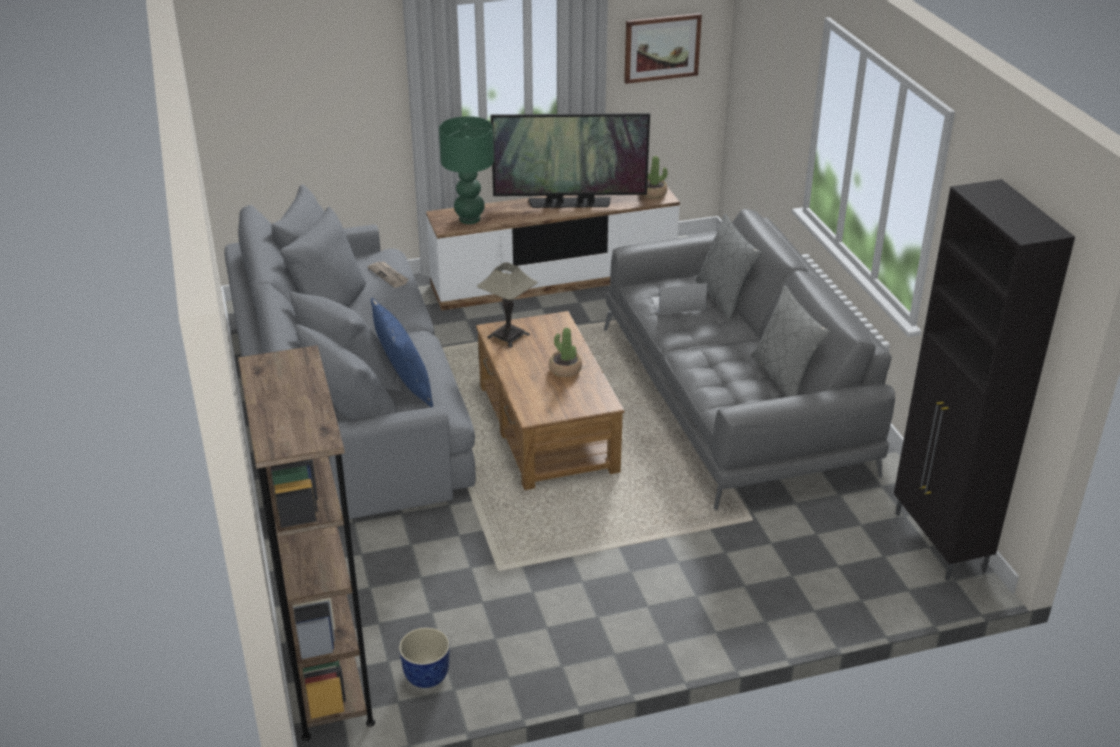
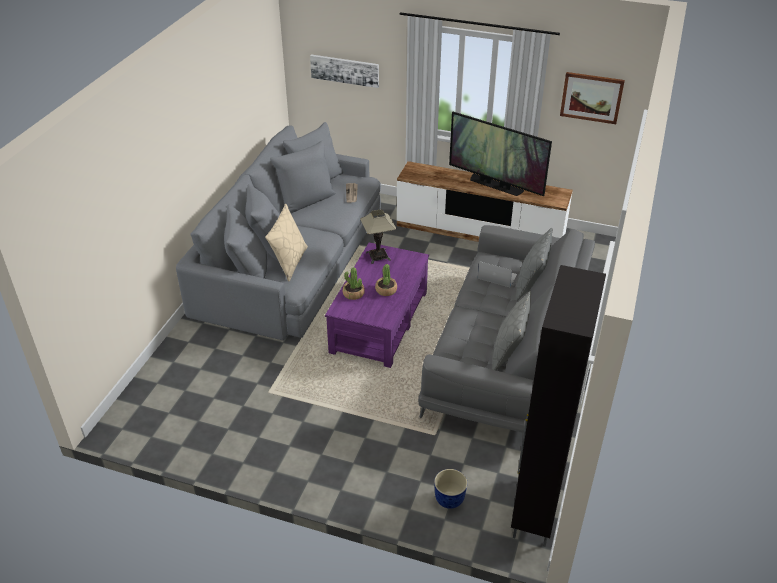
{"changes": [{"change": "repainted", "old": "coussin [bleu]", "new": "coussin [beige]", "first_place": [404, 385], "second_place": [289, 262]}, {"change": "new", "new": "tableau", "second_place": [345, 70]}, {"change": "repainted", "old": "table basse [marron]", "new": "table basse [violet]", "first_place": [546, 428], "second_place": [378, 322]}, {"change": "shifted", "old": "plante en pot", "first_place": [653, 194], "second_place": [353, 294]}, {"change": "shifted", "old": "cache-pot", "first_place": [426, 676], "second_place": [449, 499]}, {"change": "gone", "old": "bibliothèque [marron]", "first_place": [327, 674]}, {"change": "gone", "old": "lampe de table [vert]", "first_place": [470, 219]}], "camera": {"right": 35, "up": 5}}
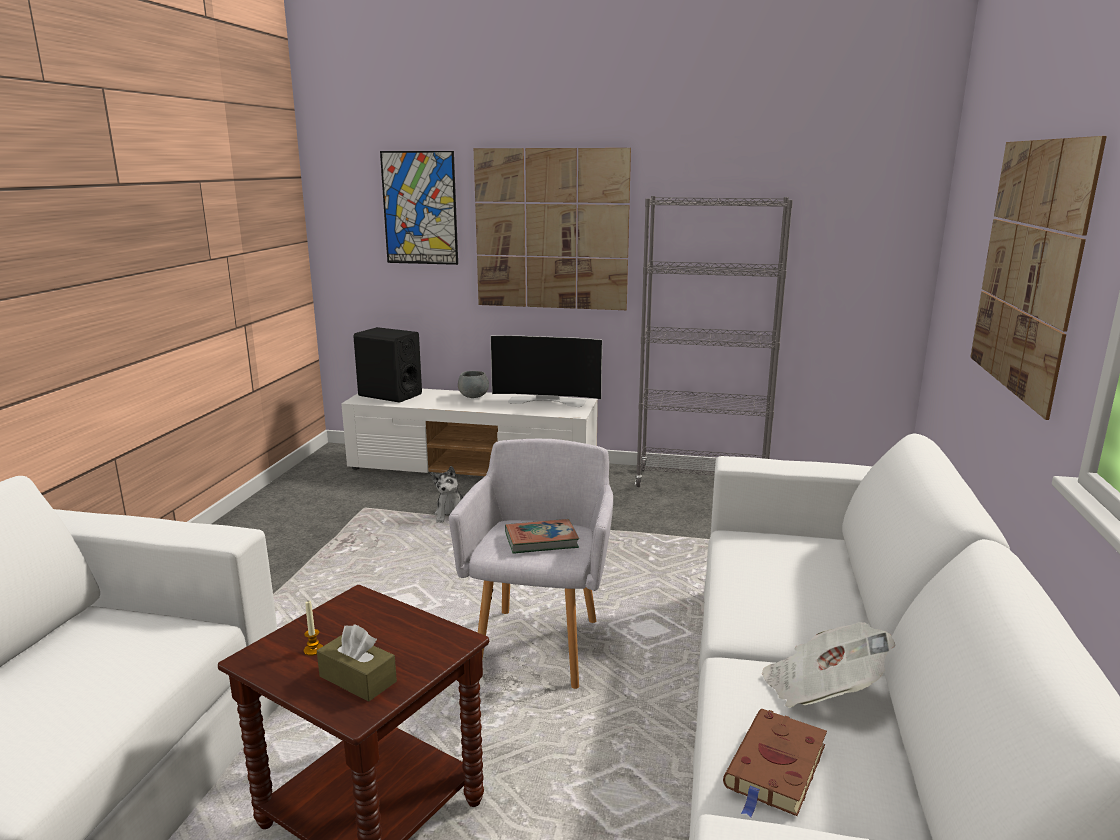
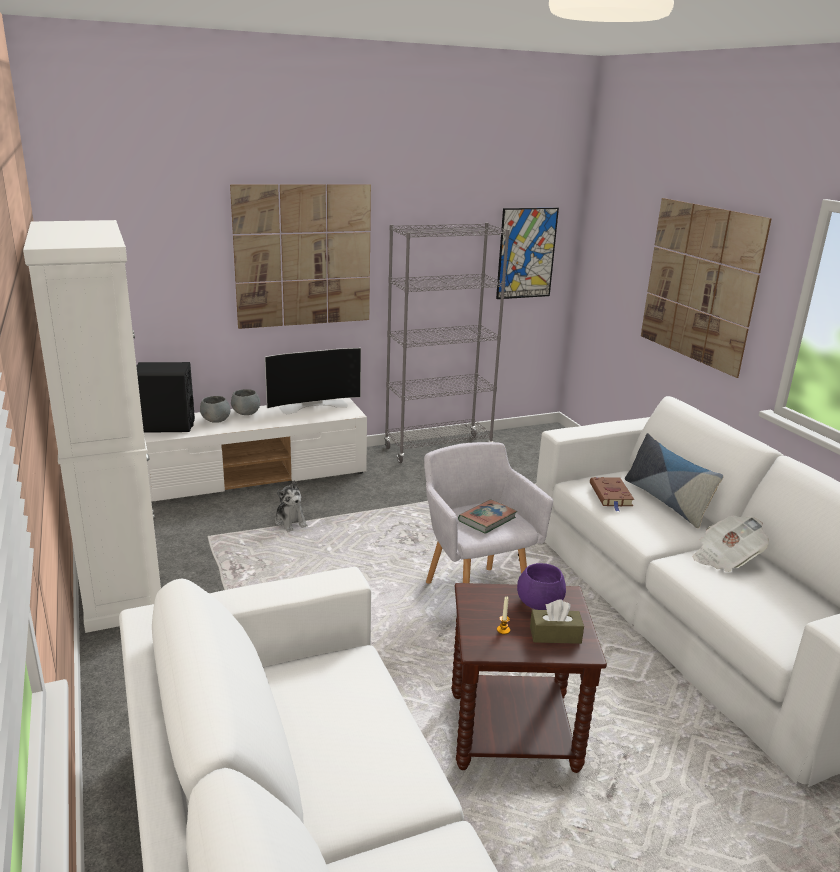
{"changes": [{"change": "new", "new": "meuble de rangement [blanc]", "second_place": [121, 583]}, {"change": "new", "new": "bol [gris]", "second_place": [216, 420]}, {"change": "shifted", "old": "tableau", "first_place": [420, 208], "second_place": [526, 253]}, {"change": "new", "new": "bol [violet]", "second_place": [540, 604]}, {"change": "shifted", "old": "livre [marron]", "first_place": [775, 769], "second_place": [611, 496]}, {"change": "new", "new": "coussin", "second_place": [666, 501]}], "camera": {"right": -35, "up": 5}}
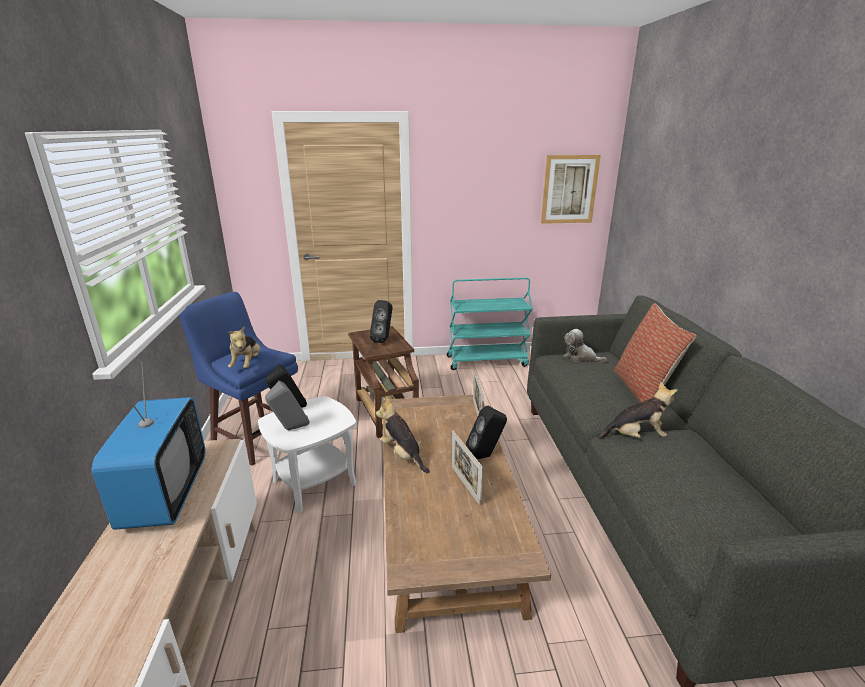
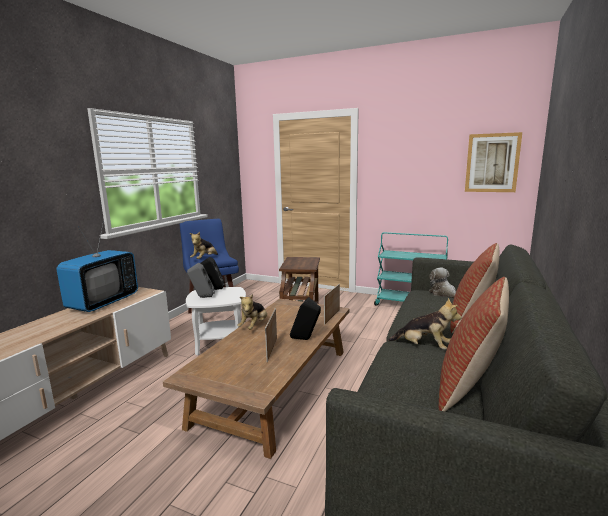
{"changes": [{"change": "rotated", "old": "peluche", "first_place": [403, 455], "second_place": [254, 326], "degrees": -150}, {"change": "new", "new": "coussin", "second_place": [469, 387]}, {"change": "gone", "old": "enceinte [noir]", "first_place": [384, 339]}], "camera": {"right": 30, "up": -10}}
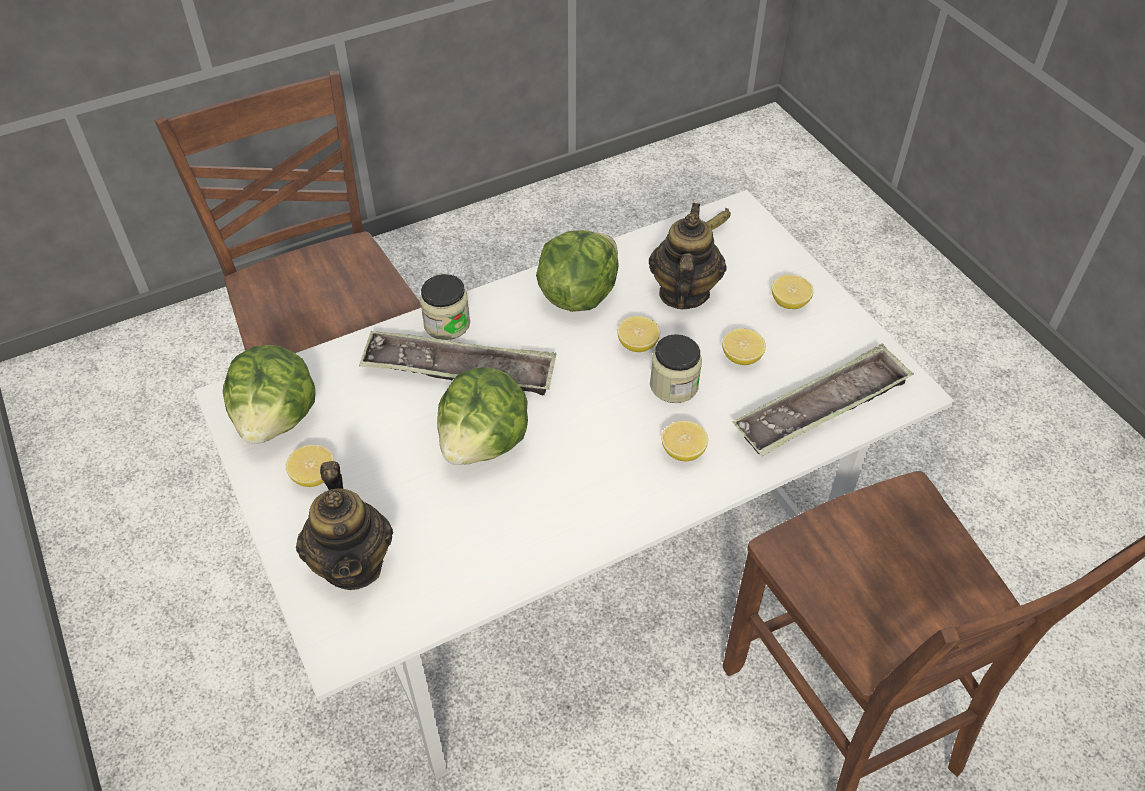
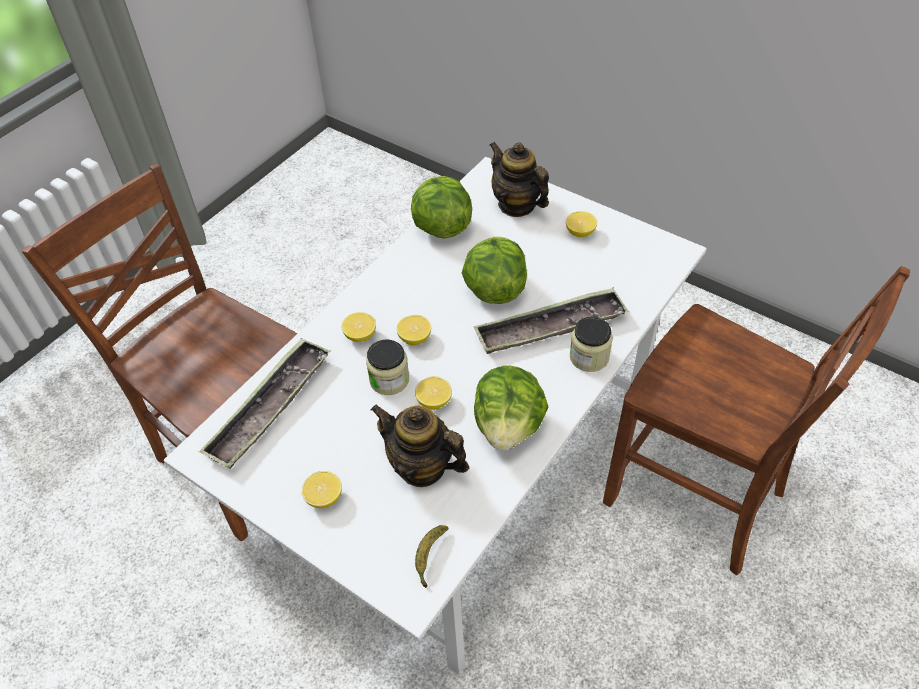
{"changes": [{"change": "rotated", "old": "théière", "first_place": [683, 293], "second_place": [422, 467], "degrees": 135}, {"change": "shifted", "old": "citron", "first_place": [741, 358], "second_place": [415, 338]}, {"change": "shifted", "old": "laitue", "first_place": [277, 419], "second_place": [441, 227]}], "camera": {"right": 155, "up": 0}}
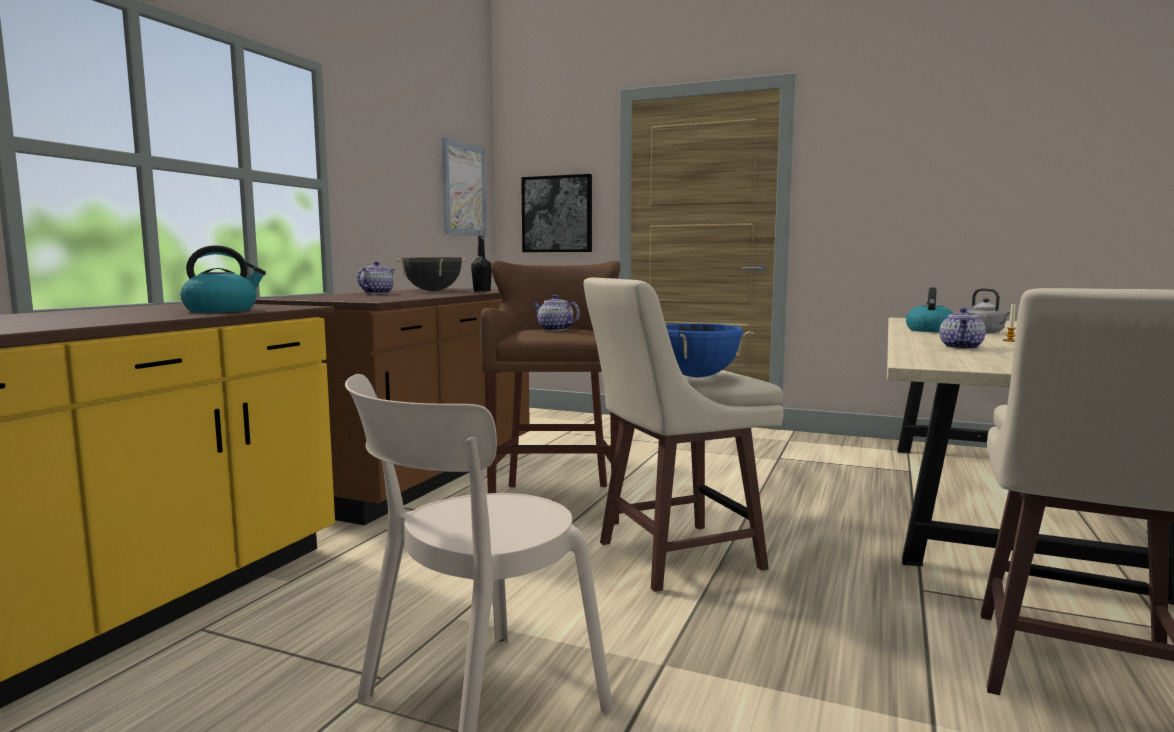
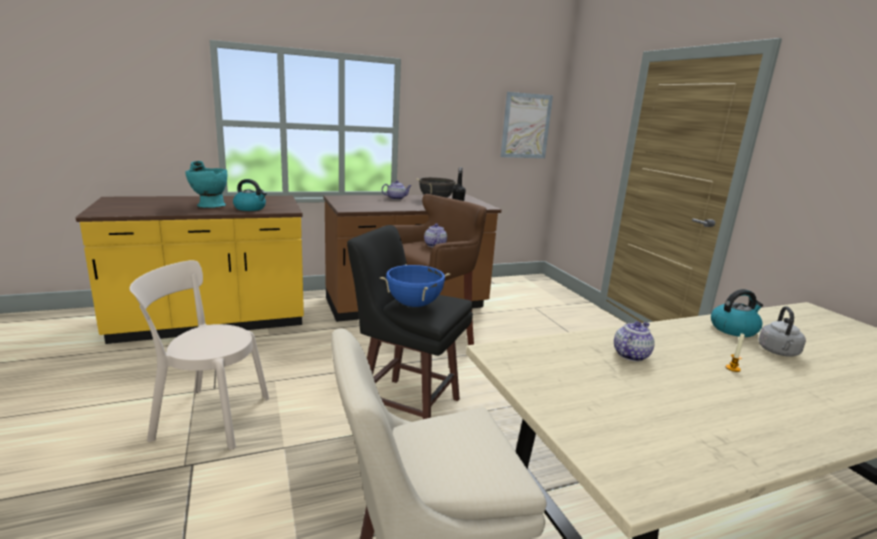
{"changes": [{"change": "new", "new": "vase [turquoise]", "second_place": [208, 206]}, {"change": "repainted", "old": "tabouret [beige]", "new": "tabouret [noir]", "first_place": [674, 556], "second_place": [406, 406]}, {"change": "rotated", "old": "théière", "first_place": [961, 347], "second_place": [630, 355], "degrees": 150}, {"change": "gone", "old": "tableau", "first_place": [557, 214]}], "camera": {"right": 45, "up": 10}}
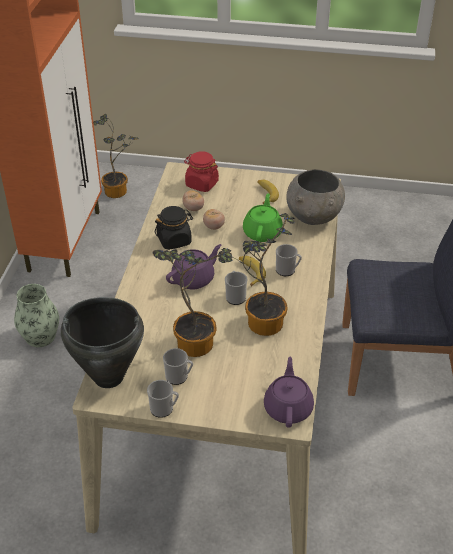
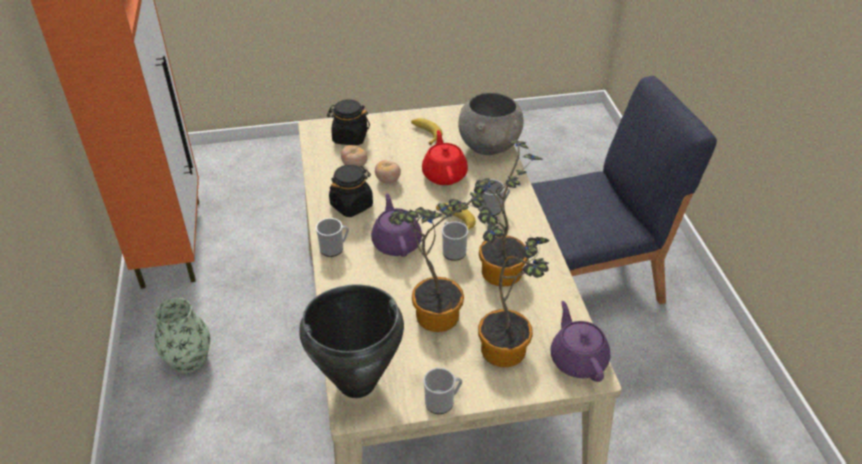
{"changes": [{"change": "shifted", "old": "mug", "first_place": [179, 377], "second_place": [334, 248]}, {"change": "repainted", "old": "bocal [rouge]", "new": "bocal [noir]", "first_place": [201, 184], "second_place": [349, 137]}, {"change": "rotated", "old": "théière [violet]", "first_place": [194, 279], "second_place": [397, 243], "degrees": -45}, {"change": "repainted", "old": "théière [vert]", "new": "théière [rouge]", "first_place": [262, 232], "second_place": [444, 174]}, {"change": "shifted", "old": "plante en pot", "first_place": [119, 191], "second_place": [508, 346]}], "camera": {"right": -20, "up": 0}}
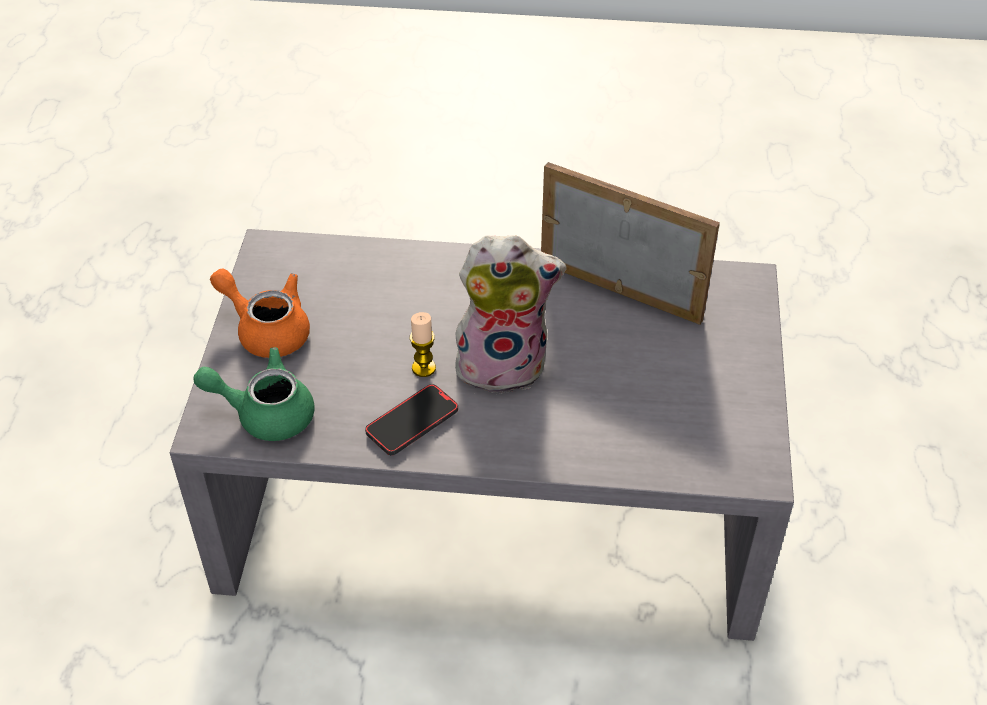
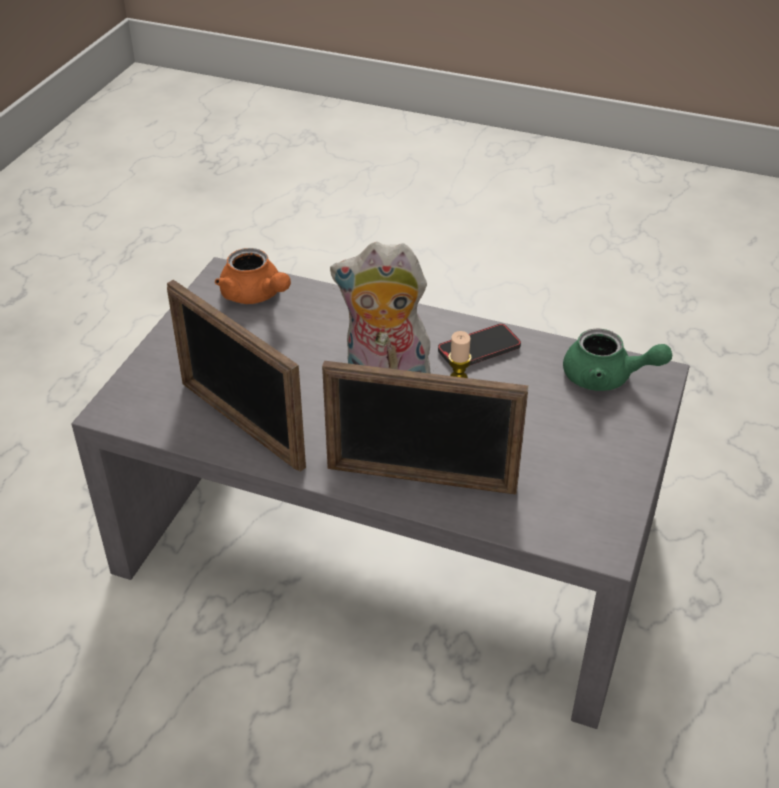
{"changes": [{"change": "shifted", "old": "théière [orange]", "first_place": [267, 330], "second_place": [255, 295]}, {"change": "new", "new": "cadre photo", "second_place": [421, 479]}], "camera": {"right": -165, "up": -5}}
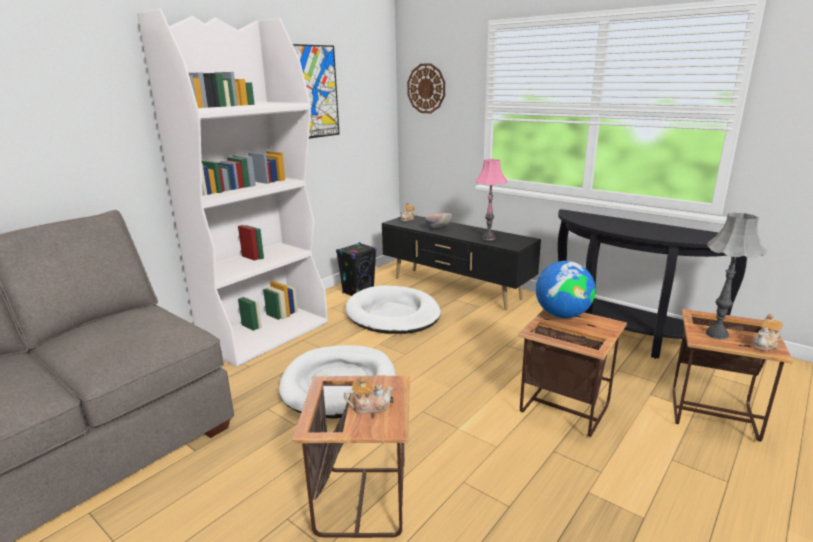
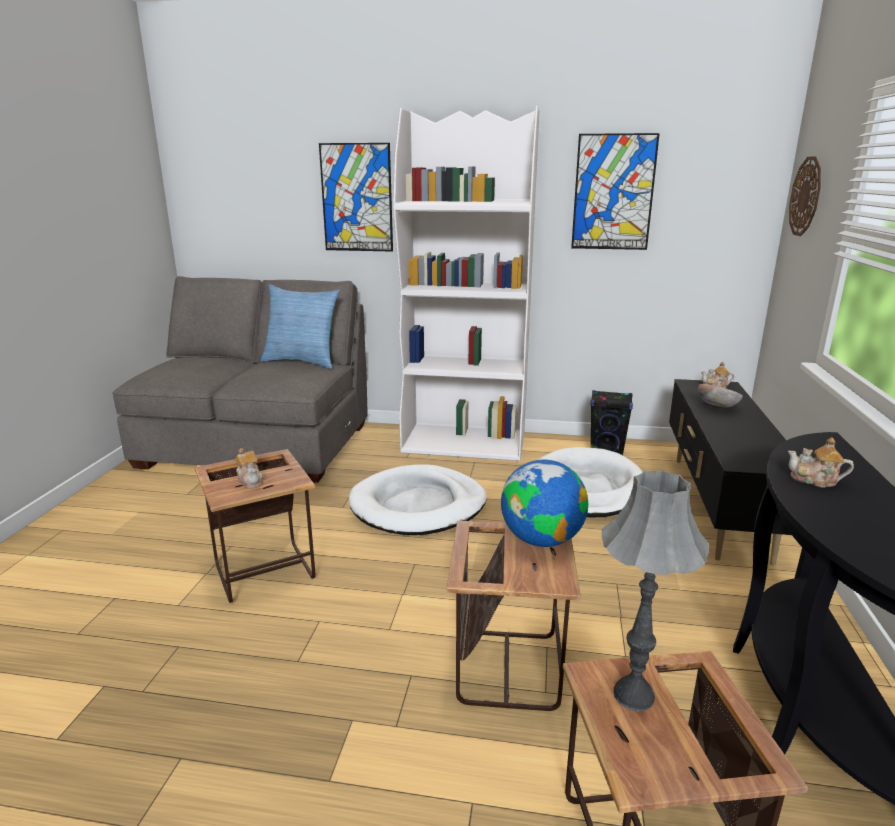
{"changes": [{"change": "new", "new": "coussin", "second_place": [302, 361]}, {"change": "new", "new": "tableau", "second_place": [357, 198]}, {"change": "shifted", "old": "théière", "first_place": [765, 345], "second_place": [815, 480]}, {"change": "gone", "old": "lampe de table [rose]", "first_place": [489, 238]}], "camera": {"right": 60, "up": 0}}
